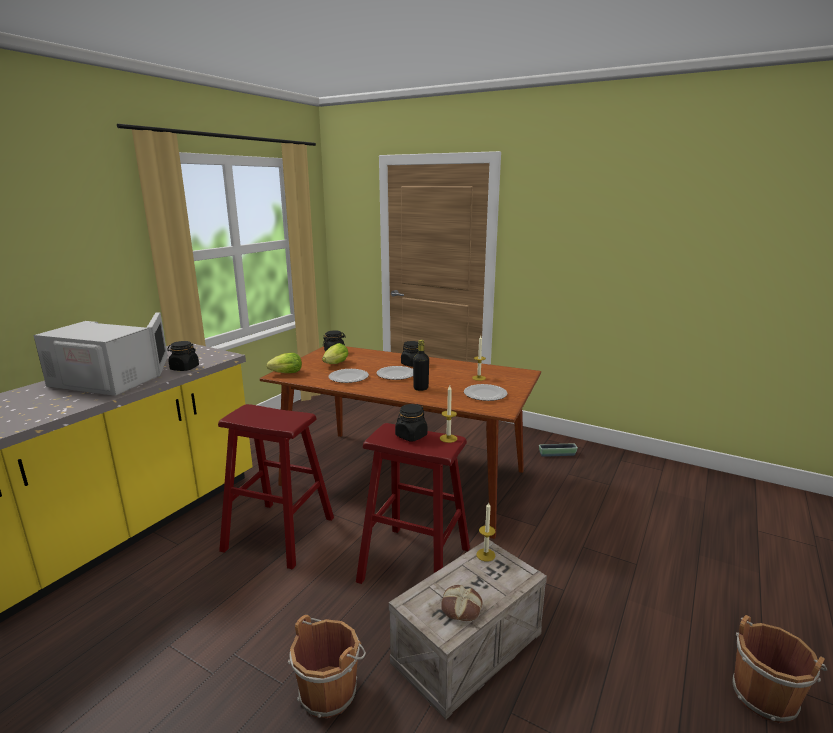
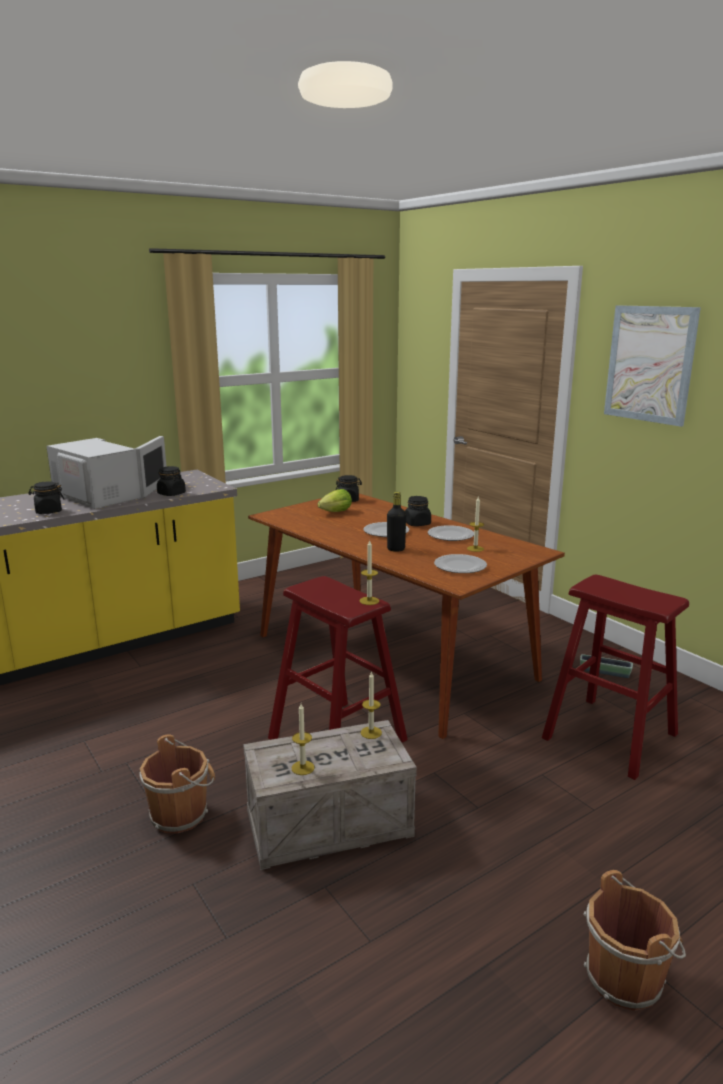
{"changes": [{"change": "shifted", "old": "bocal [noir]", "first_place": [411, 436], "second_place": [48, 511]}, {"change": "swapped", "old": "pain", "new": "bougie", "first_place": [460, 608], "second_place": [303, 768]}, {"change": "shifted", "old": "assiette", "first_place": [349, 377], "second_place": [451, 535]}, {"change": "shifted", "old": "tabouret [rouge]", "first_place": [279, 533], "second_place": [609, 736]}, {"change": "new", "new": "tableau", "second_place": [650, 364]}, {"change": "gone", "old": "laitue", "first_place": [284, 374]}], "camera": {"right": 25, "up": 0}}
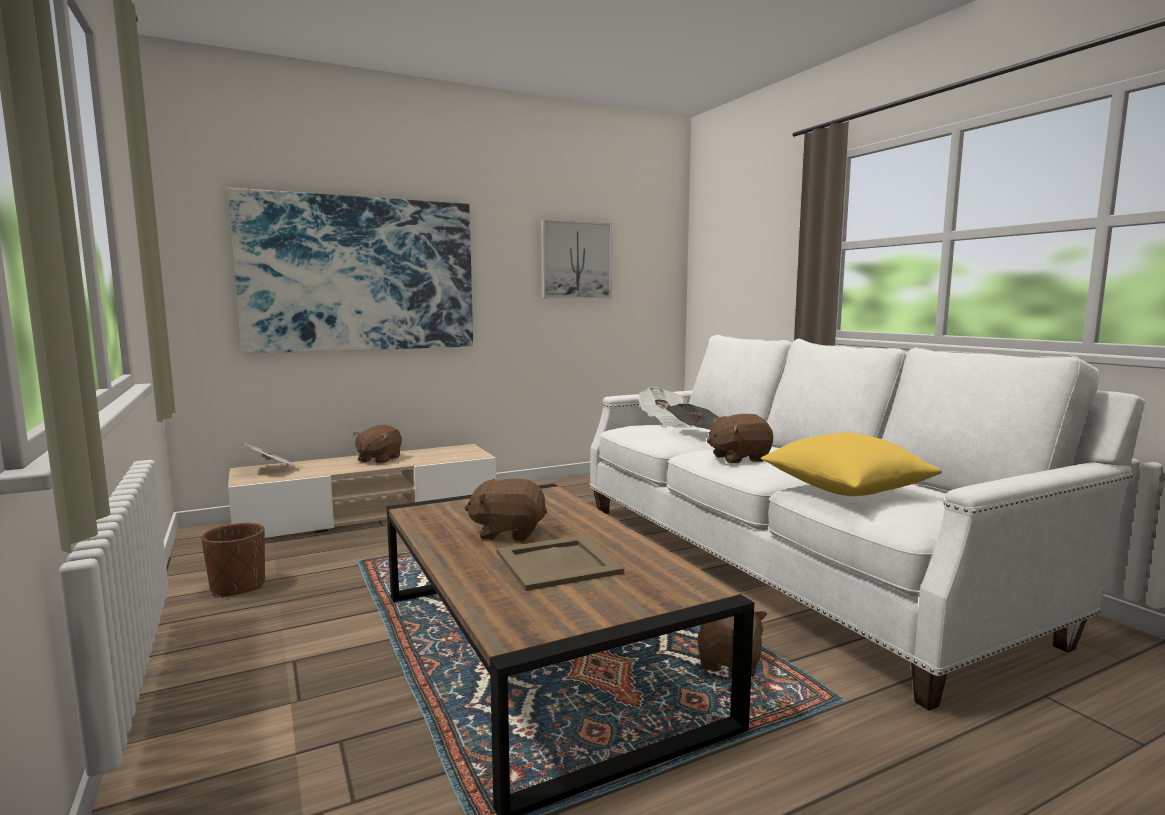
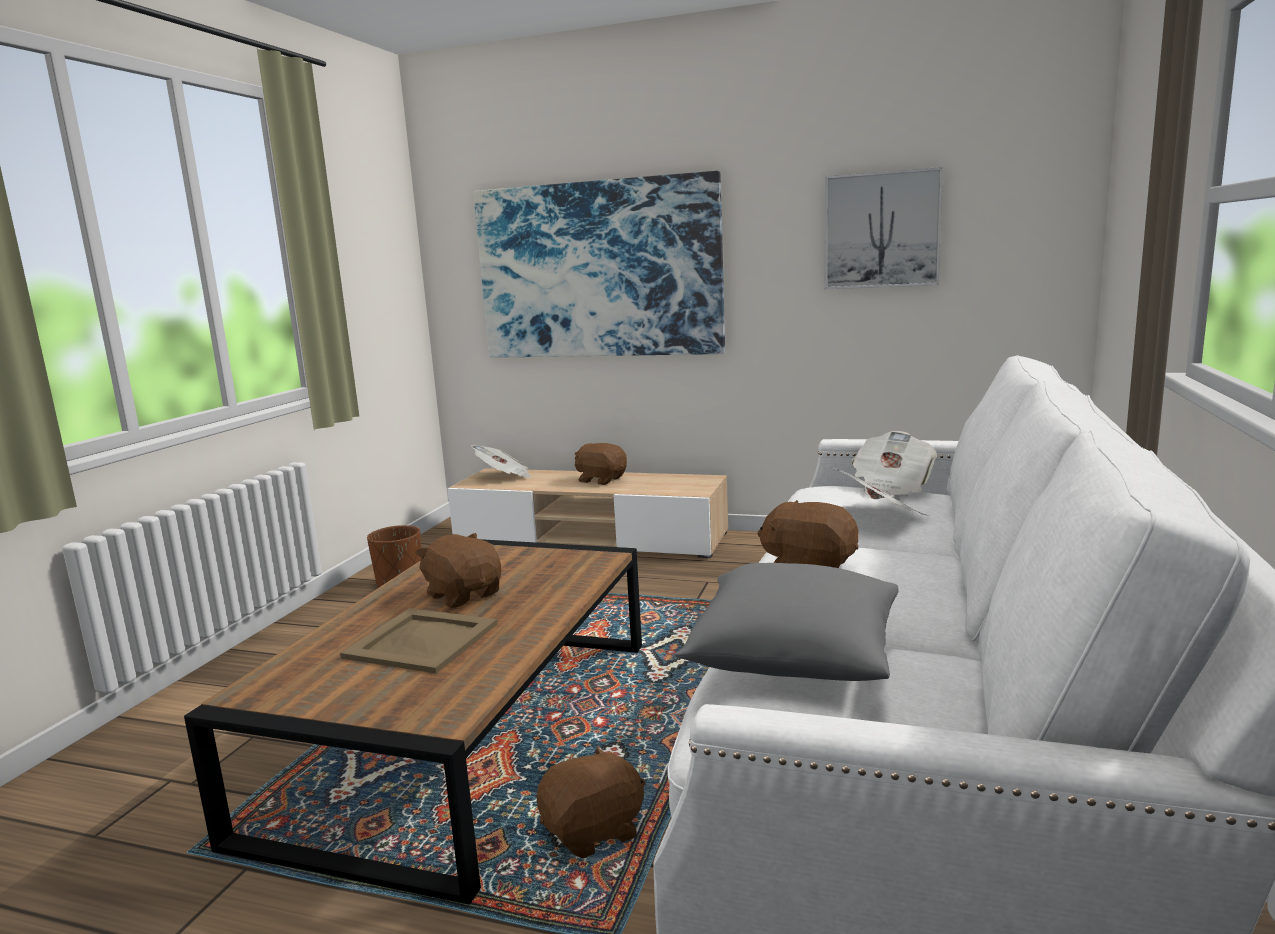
{"changes": [{"change": "rotated", "old": "peluche [marron]", "first_place": [378, 459], "second_place": [601, 480], "degrees": 60}, {"change": "repainted", "old": "coussin [jaune]", "new": "coussin [gris]", "first_place": [845, 490], "second_place": [793, 658]}], "camera": {"right": 45, "up": 5}}
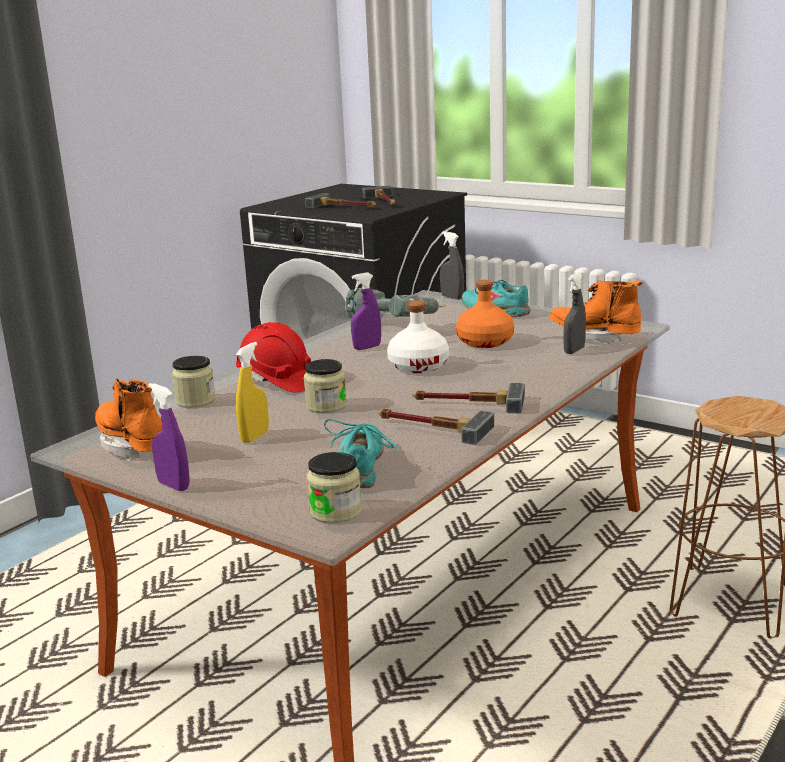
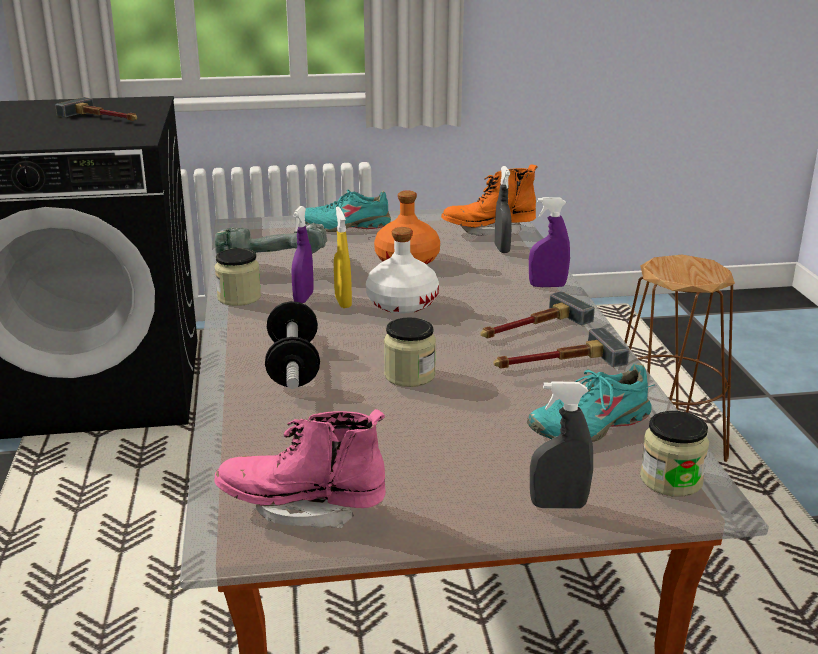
{"changes": [{"change": "repainted", "old": "botte [orange]", "new": "botte [rose]", "first_place": [133, 446], "second_place": [303, 507]}, {"change": "shifted", "old": "bocal", "first_place": [195, 401], "second_place": [239, 297]}, {"change": "swapped", "old": "casque de chantier [rouge]", "new": "haltère", "first_place": [278, 381], "second_place": [293, 366]}, {"change": "shifted", "old": "vaporisateur [jaune]", "first_place": [255, 437], "second_place": [343, 302]}, {"change": "rotated", "old": "chaussure [turquoise]", "first_place": [362, 467], "second_place": [589, 425], "degrees": -75}, {"change": "shifted", "old": "vaporisateur [violet]", "first_place": [173, 485], "second_place": [547, 286]}, {"change": "shifted", "old": "vaporisateur [gris]", "first_place": [452, 297], "second_place": [558, 505]}, {"change": "gone", "old": "marteau", "first_place": [344, 207]}], "camera": {"right": -45, "up": 5}}
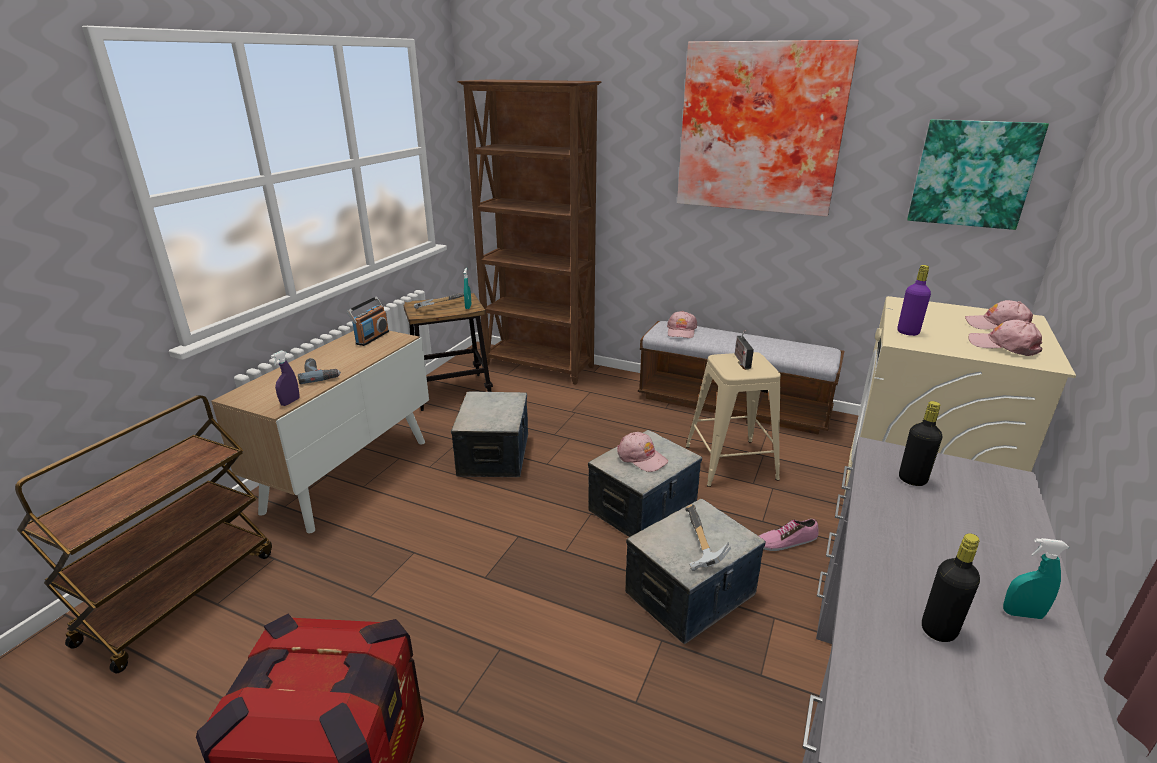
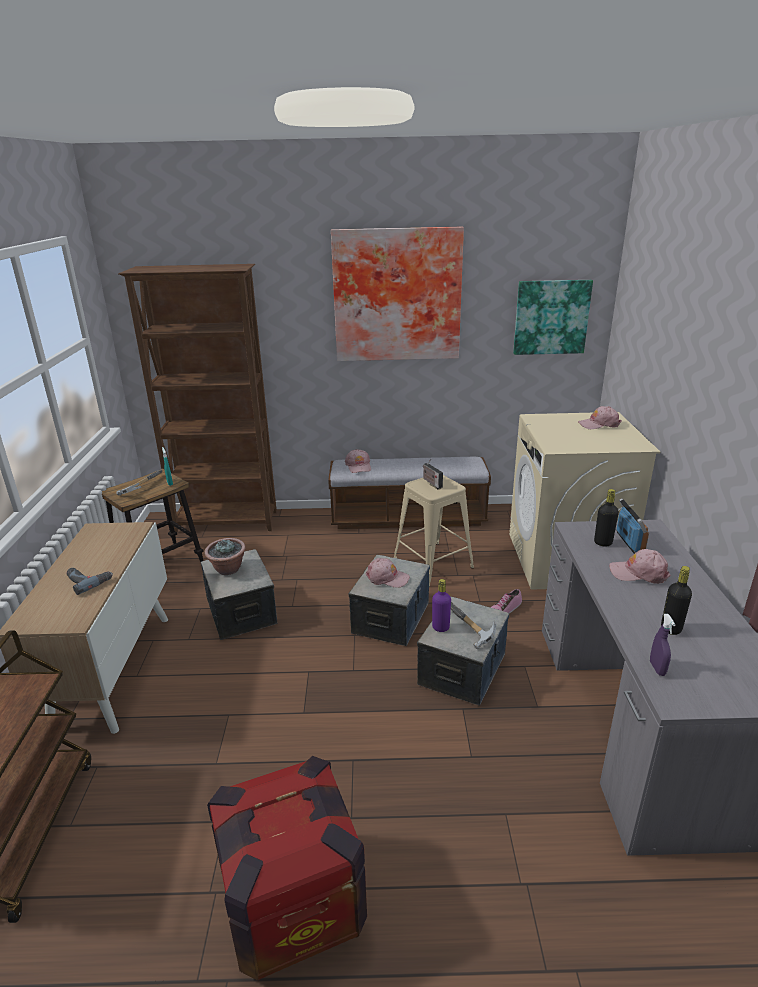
{"changes": [{"change": "new", "new": "plante en pot", "second_place": [228, 569]}, {"change": "shifted", "old": "bouteille [violet]", "first_place": [908, 332], "second_place": [440, 627]}, {"change": "shifted", "old": "casquette [rose]", "first_place": [1003, 346], "second_place": [638, 573]}, {"change": "shifted", "old": "radio", "first_place": [372, 337], "second_place": [629, 543]}, {"change": "shifted", "old": "vaporisateur [violet]", "first_place": [290, 402], "second_place": [657, 668]}, {"change": "gone", "old": "vaporisateur [turquoise]", "first_place": [1022, 614]}], "camera": {"right": -25, "up": 0}}
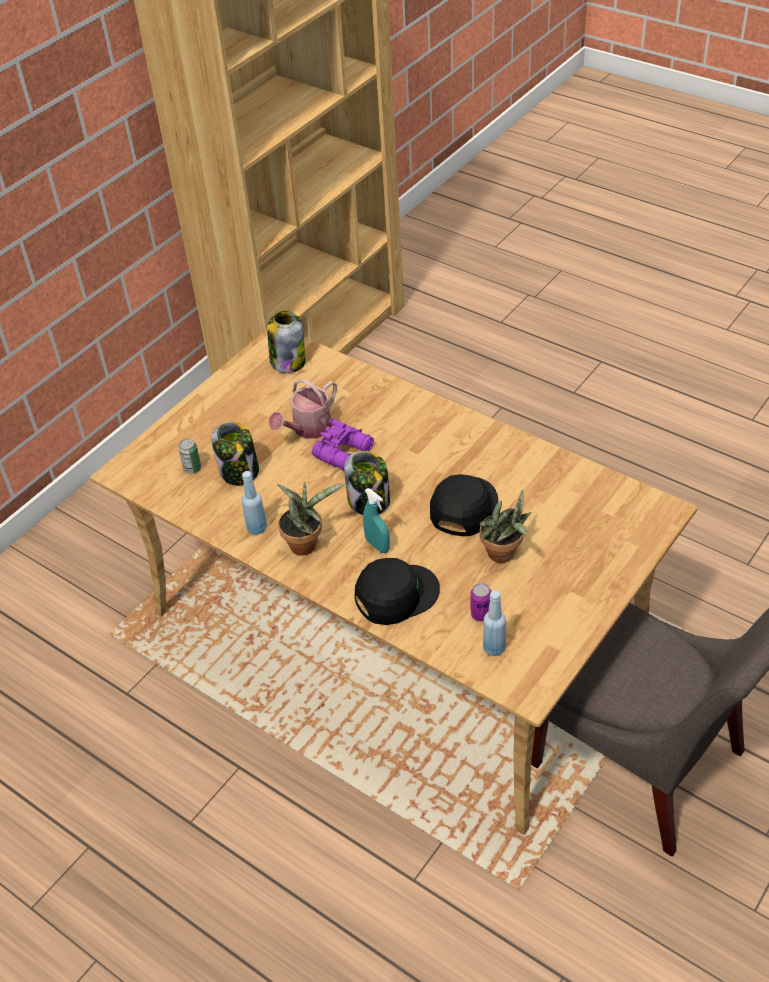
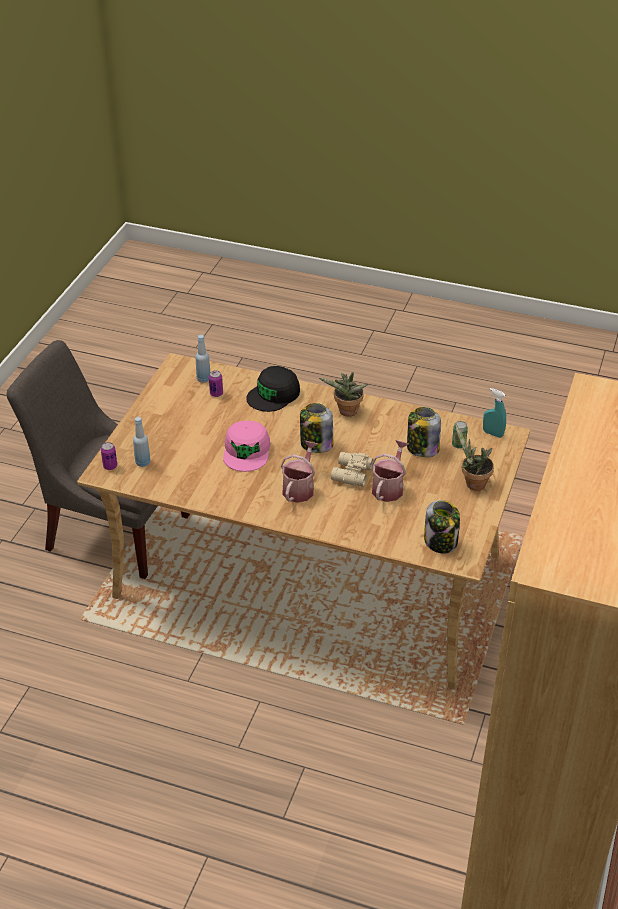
{"changes": [{"change": "new", "new": "boîte métallique", "second_place": [110, 466]}, {"change": "shifted", "old": "bouteille [bleu]", "first_place": [257, 528], "second_place": [143, 462]}, {"change": "repainted", "old": "casquette [noir]", "new": "casquette [rose]", "first_place": [463, 507], "second_place": [247, 451]}, {"change": "new", "new": "arrosoir", "second_place": [299, 488]}, {"change": "repainted", "old": "jumelles [violet]", "new": "jumelles [beige]", "first_place": [345, 452], "second_place": [350, 474]}, {"change": "shifted", "old": "plante en pot", "first_place": [504, 555], "second_place": [472, 483]}, {"change": "shifted", "old": "vaporisateur [turquoise]", "first_place": [377, 545], "second_place": [492, 433]}], "camera": {"right": 160, "up": -5}}
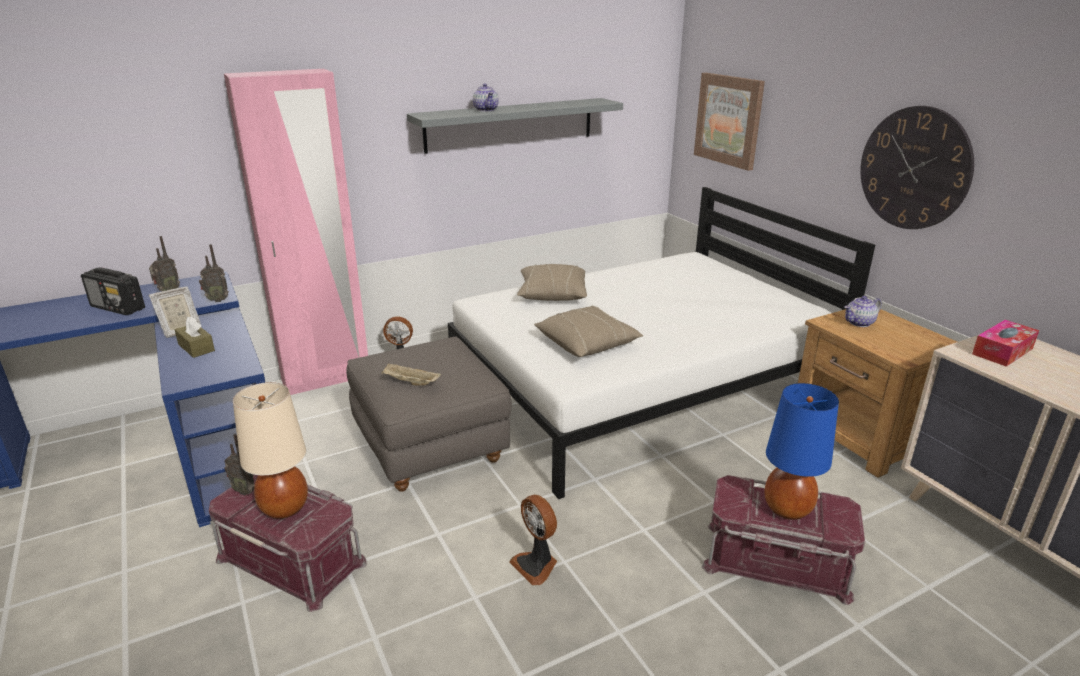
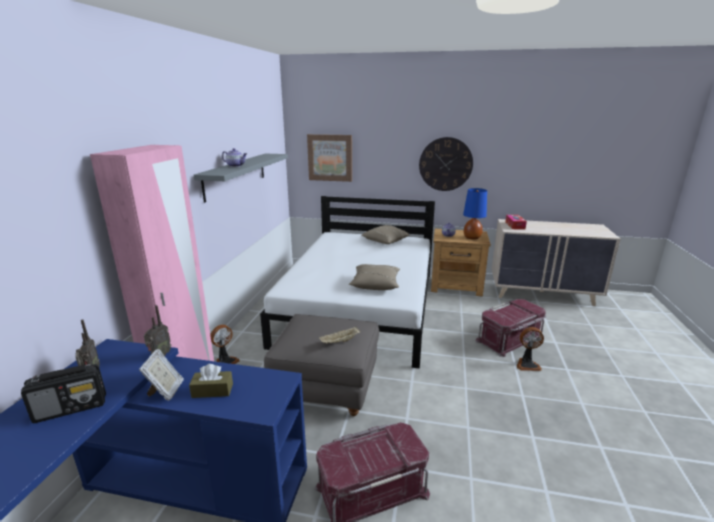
{"changes": [{"change": "shifted", "old": "coussin [beige]", "first_place": [552, 294], "second_place": [385, 241]}, {"change": "shifted", "old": "lampe de table [bleu]", "first_place": [786, 509], "second_place": [472, 238]}, {"change": "shifted", "old": "ventilateur", "first_place": [536, 565], "second_place": [527, 364]}, {"change": "gone", "old": "radio", "first_place": [245, 490]}, {"change": "gone", "old": "lampe de table [beige]", "first_place": [285, 508]}], "camera": {"right": -50, "up": -5}}
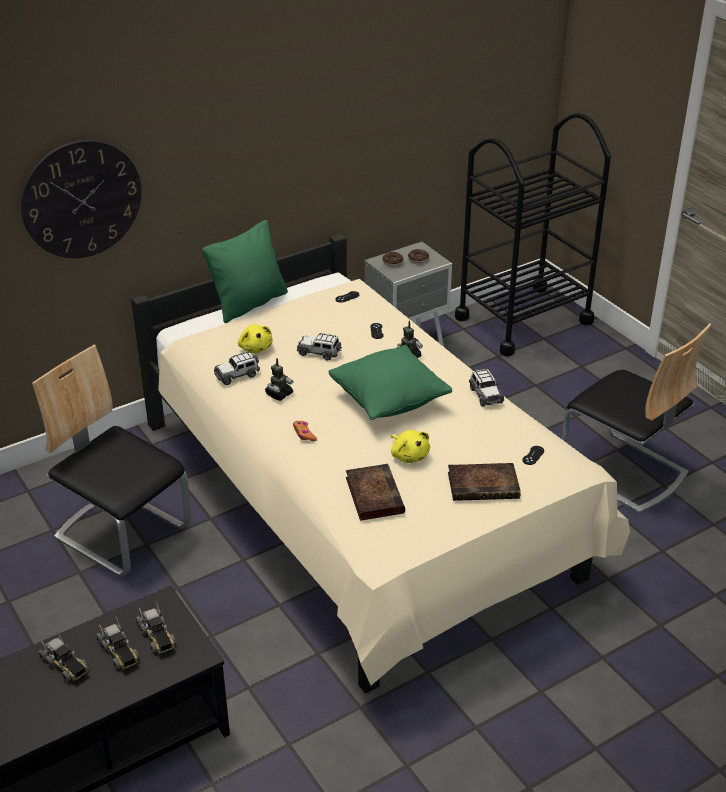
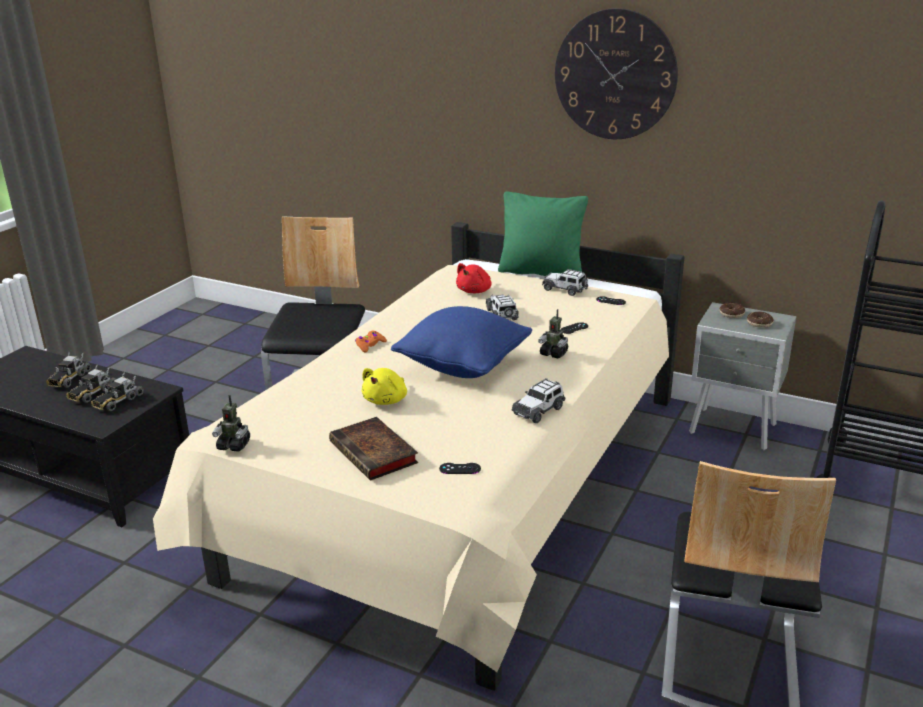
{"changes": [{"change": "shifted", "old": "robot jouet", "first_place": [279, 394], "second_place": [234, 445]}, {"change": "repainted", "old": "coussin [vert]", "new": "coussin [bleu]", "first_place": [389, 402], "second_place": [463, 366]}, {"change": "repainted", "old": "peluche [jaune]", "new": "peluche [rouge]", "first_place": [255, 348], "second_place": [475, 291]}, {"change": "shifted", "old": "petite voiture", "first_place": [237, 375], "second_place": [565, 290]}, {"change": "shifted", "old": "horloge murale", "first_place": [81, 199], "second_place": [615, 75]}, {"change": "gone", "old": "livre", "first_place": [373, 494]}], "camera": {"right": 60, "up": -10}}
